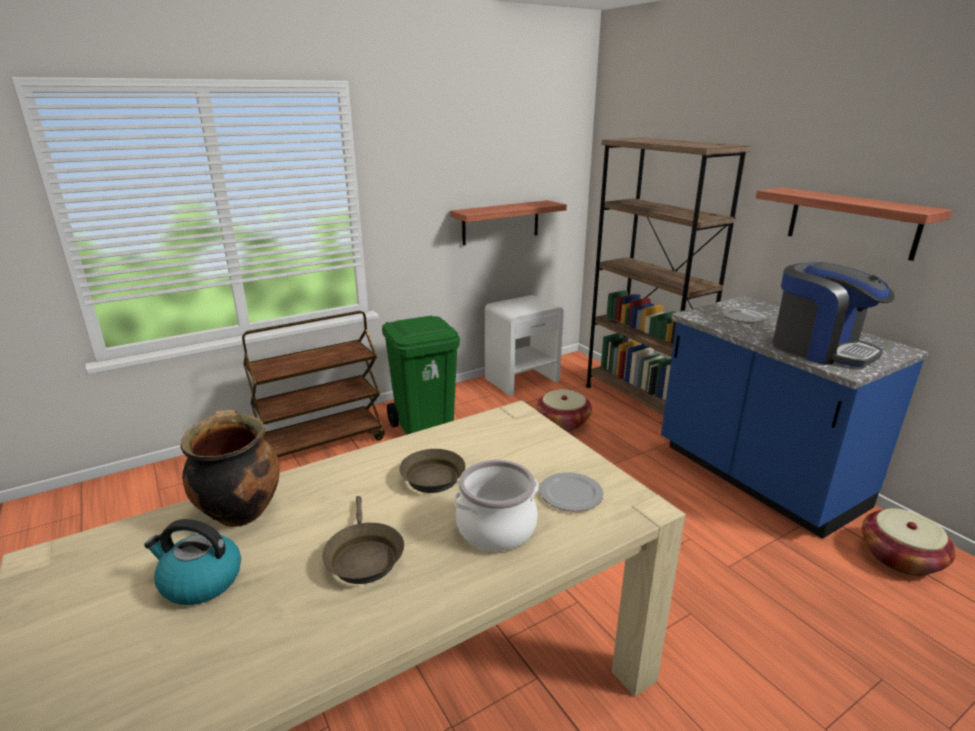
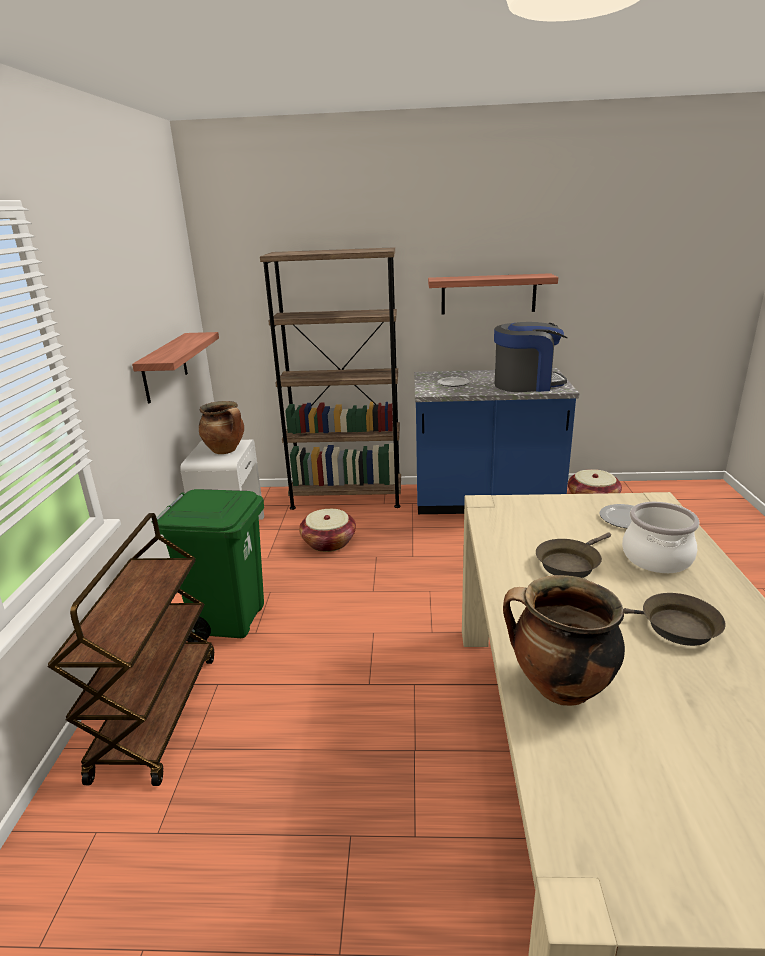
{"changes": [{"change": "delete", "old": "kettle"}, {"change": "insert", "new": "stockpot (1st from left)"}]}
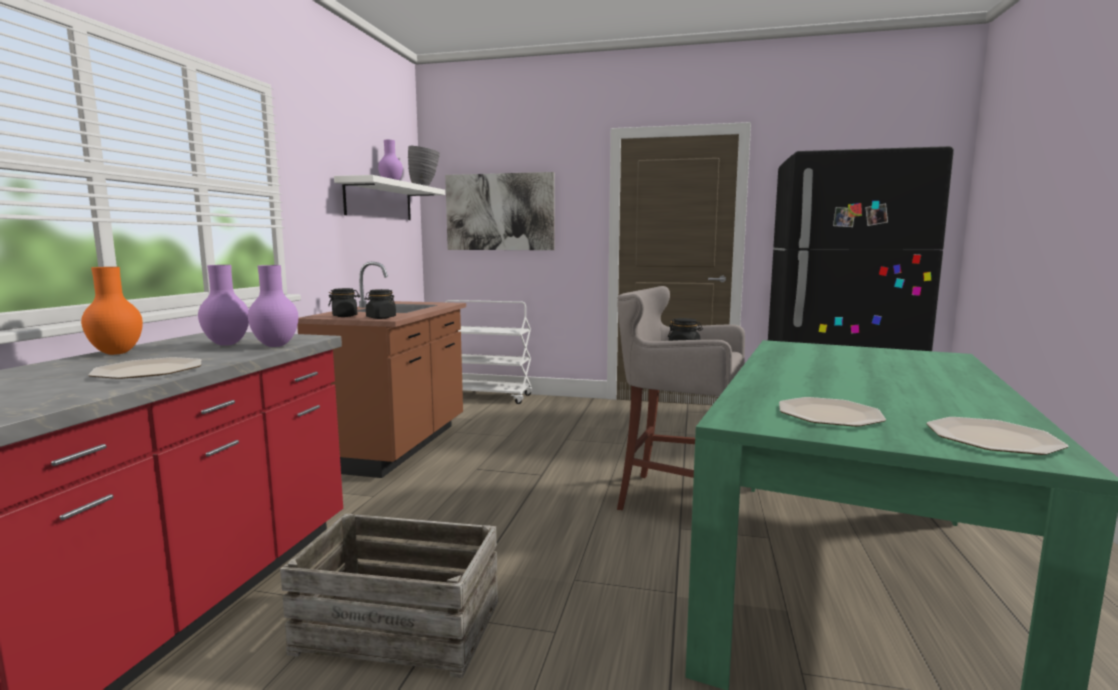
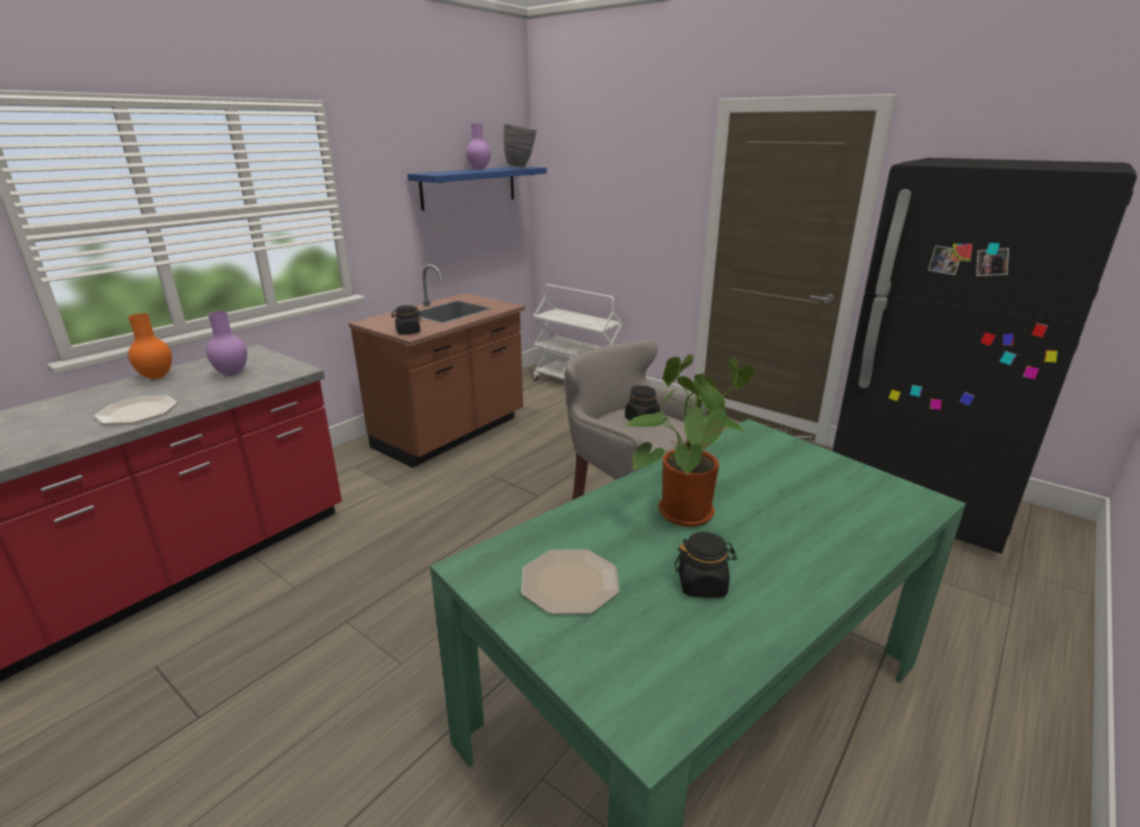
{"changes": [{"change": "delete", "old": "purple-coloured decorative vase (2nd from left)"}, {"change": "delete", "old": "shipping crate"}, {"change": "delete", "old": "picture"}, {"change": "delete", "old": "plate (3rd from left)"}, {"change": "insert", "new": "plant in a pot"}, {"change": "move", "old": "black preserve jar (1st from left in the first image)", "new": "black preserve jar (3rd from left)"}, {"change": "recolor", "old": "white bracket shelf", "new": "blue-coloured bracket shelf"}]}
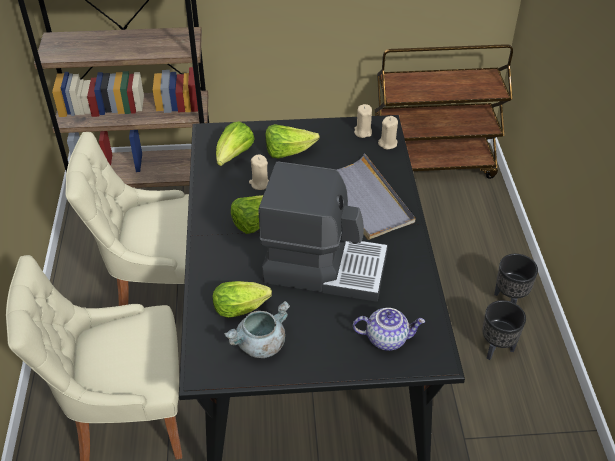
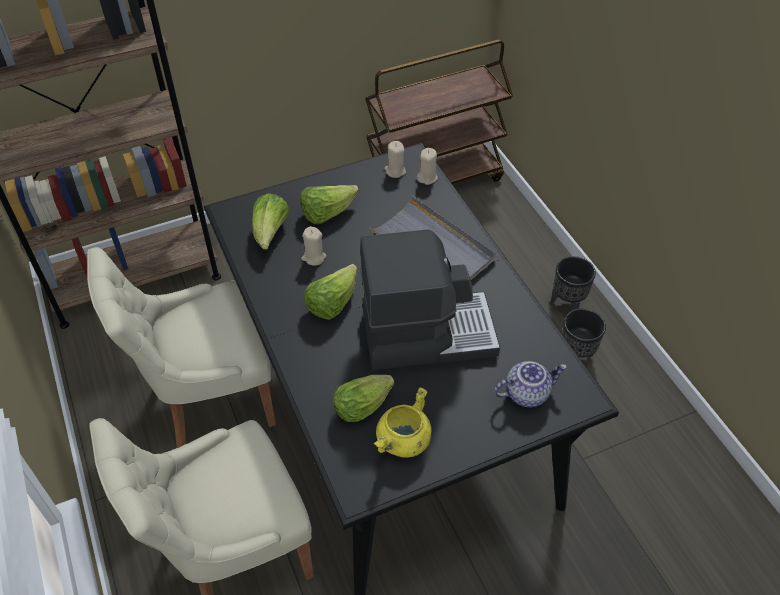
{"changes": [{"change": "recolor", "old": "grey stockpot", "new": "yellow stockpot"}]}
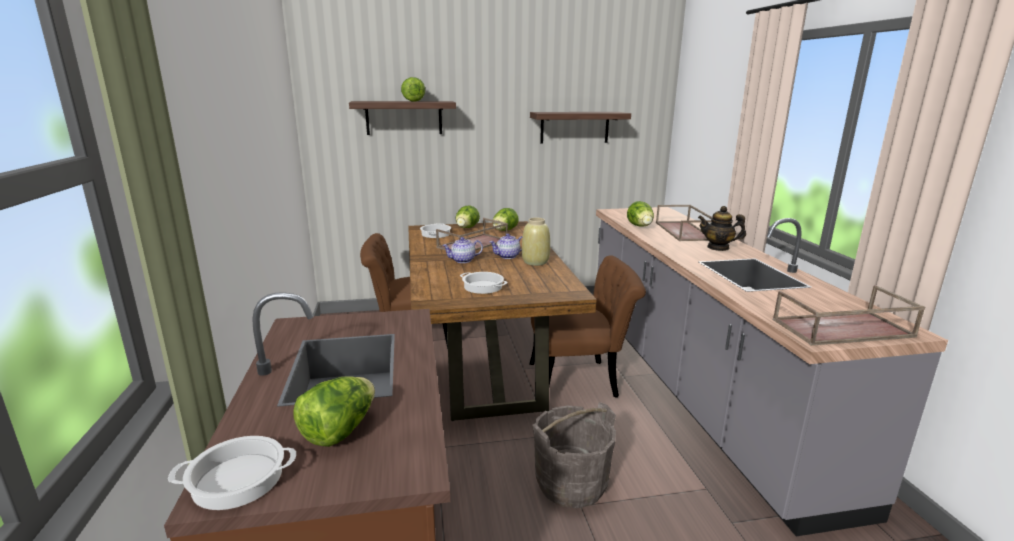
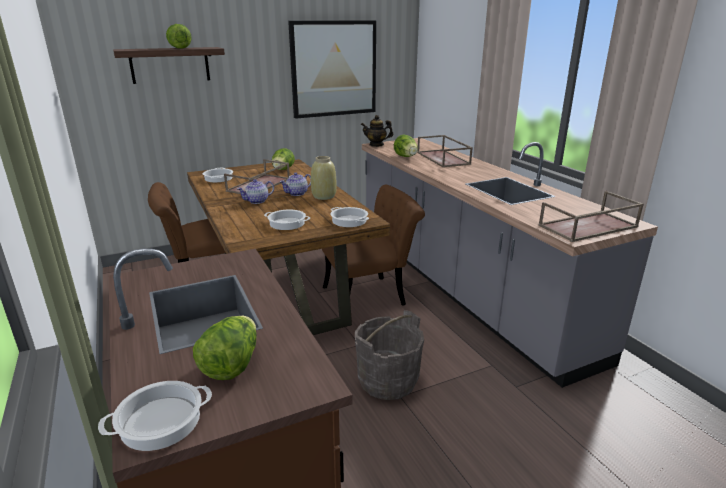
{"changes": [{"change": "delete", "old": "lettuce (3rd from left)"}, {"change": "insert", "new": "stockpot (4th from left)"}, {"change": "move", "old": "pot for tea (3rd from left)"}, {"change": "replace", "old": "bracket shelf (2nd from left)", "new": "picture"}]}
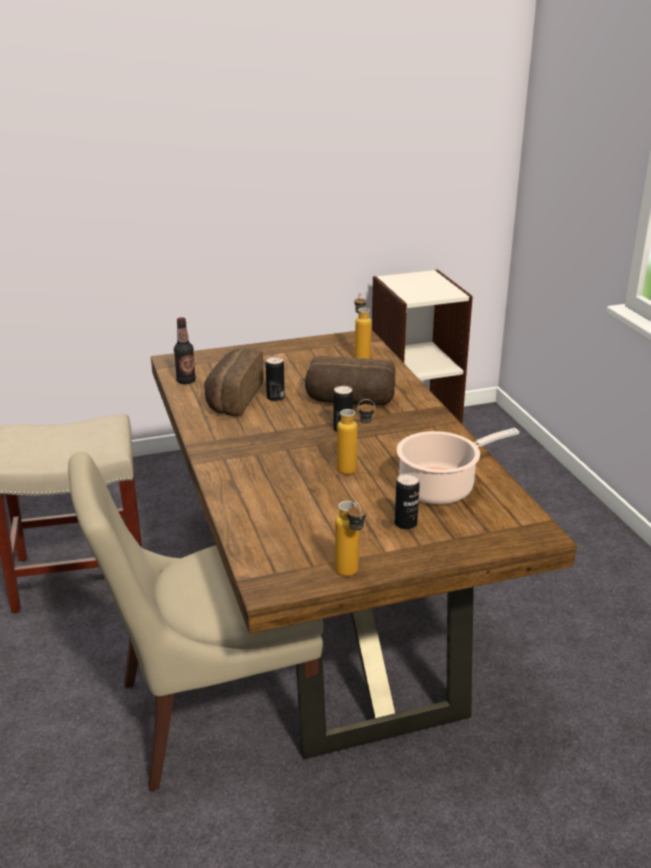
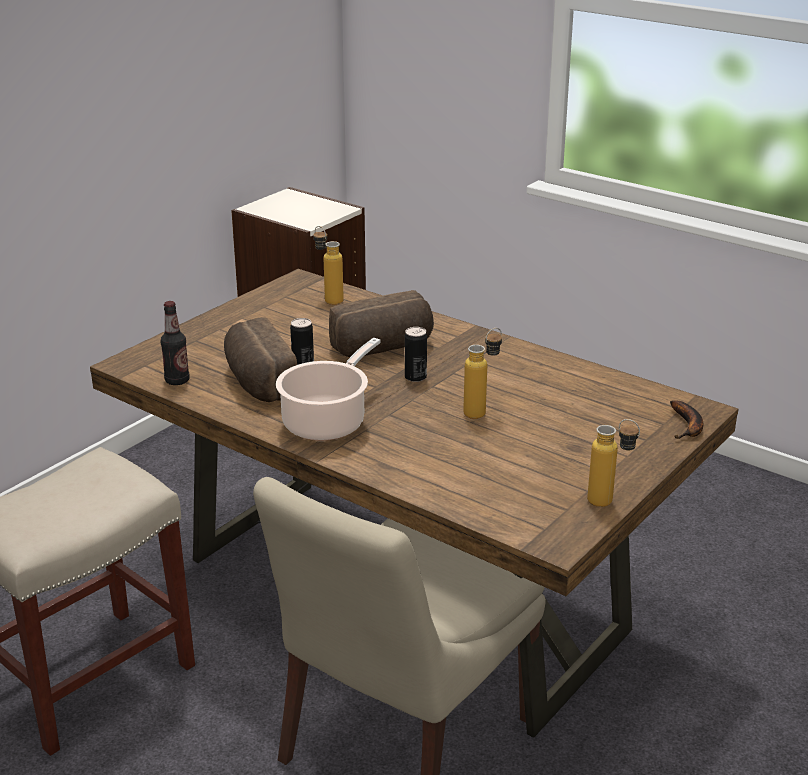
{"changes": [{"change": "delete", "old": "can (3rd from left)"}, {"change": "insert", "new": "whole banana"}, {"change": "move", "old": "stockpot"}]}
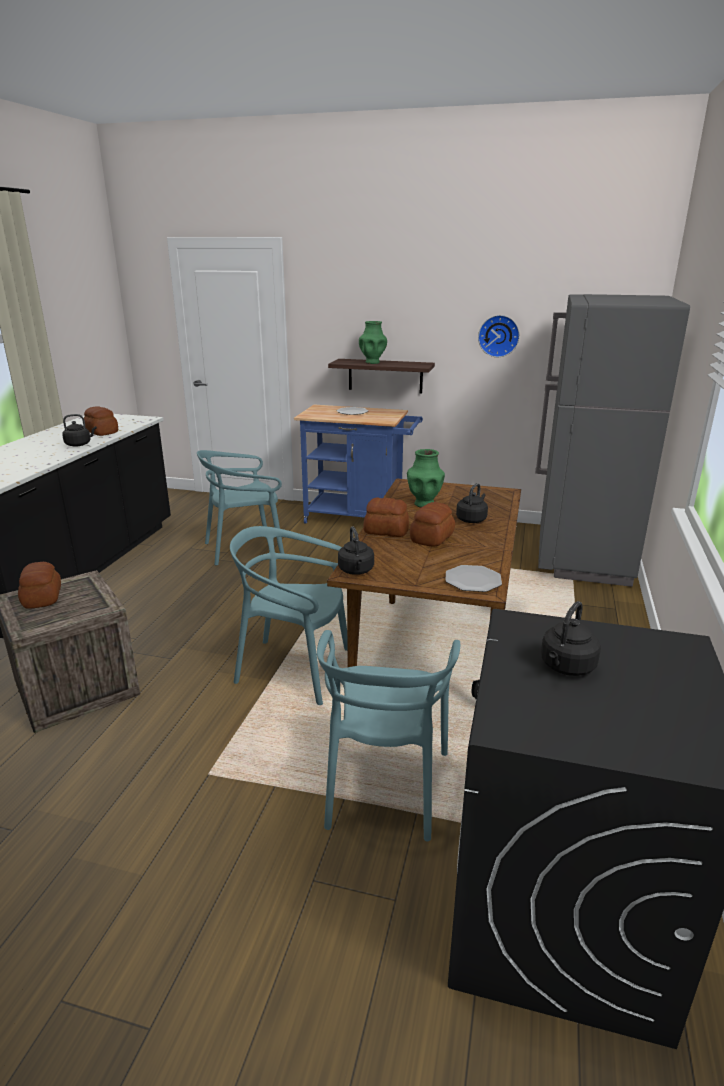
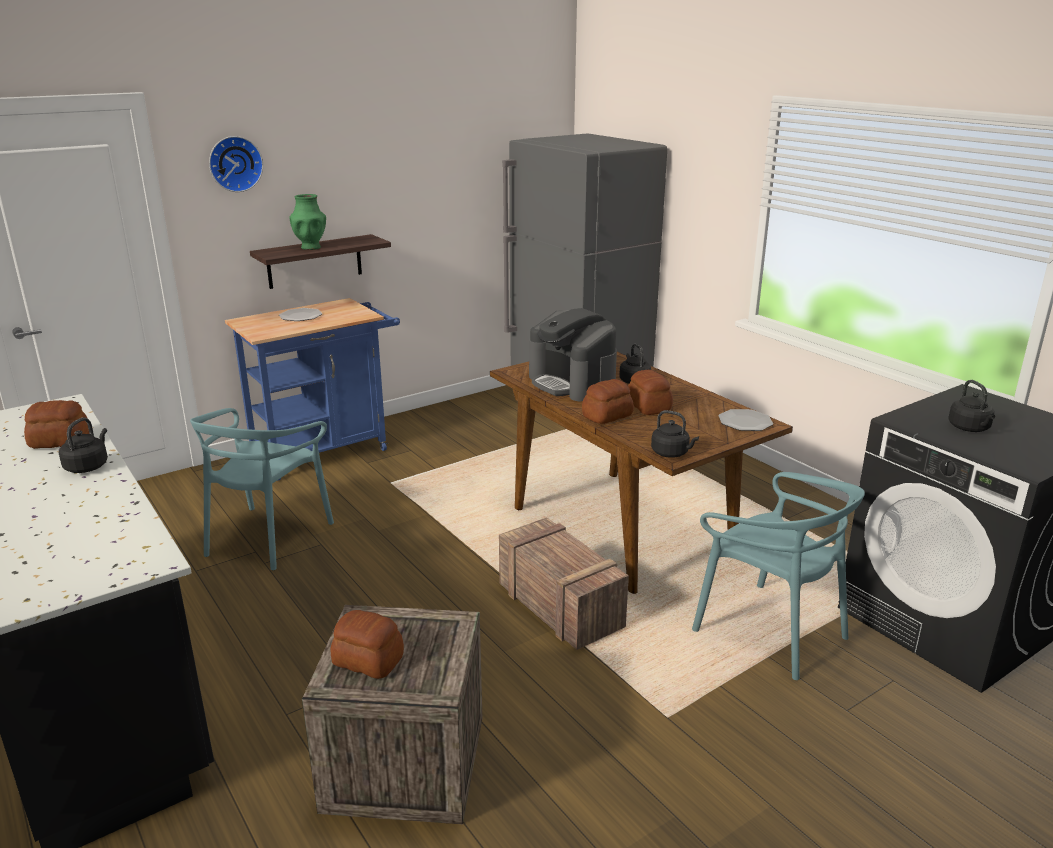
{"changes": [{"change": "move", "old": "hanging clock"}, {"change": "replace", "old": "blue-green plain chair (2nd from left)", "new": "shipping crate (2nd from left)"}, {"change": "replace", "old": "green-coloured decorative vase (2nd from left)", "new": "coffee maker"}]}
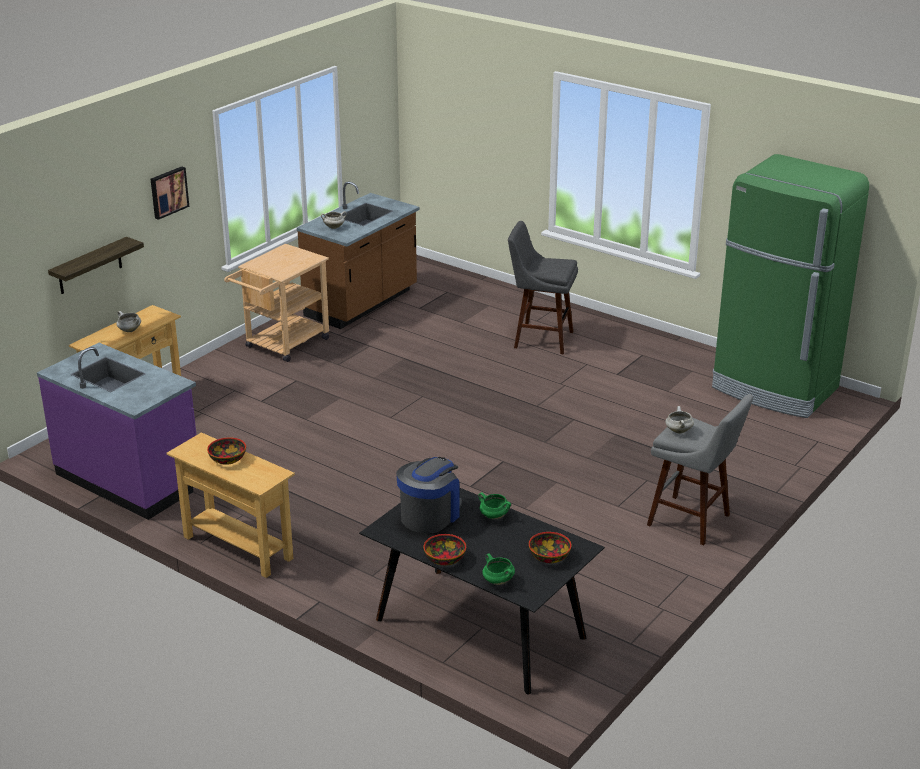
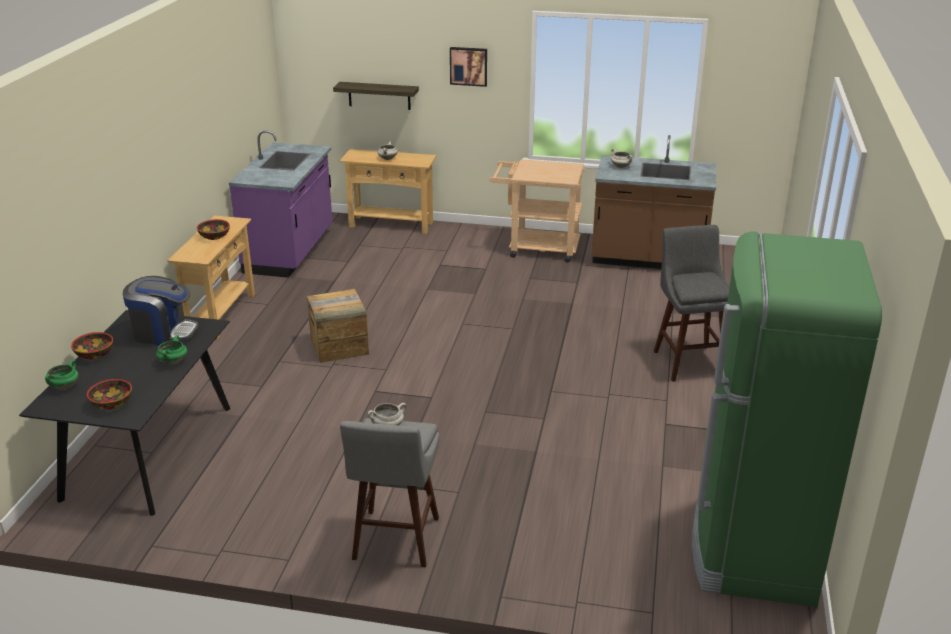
{"changes": [{"change": "insert", "new": "shipping crate"}]}
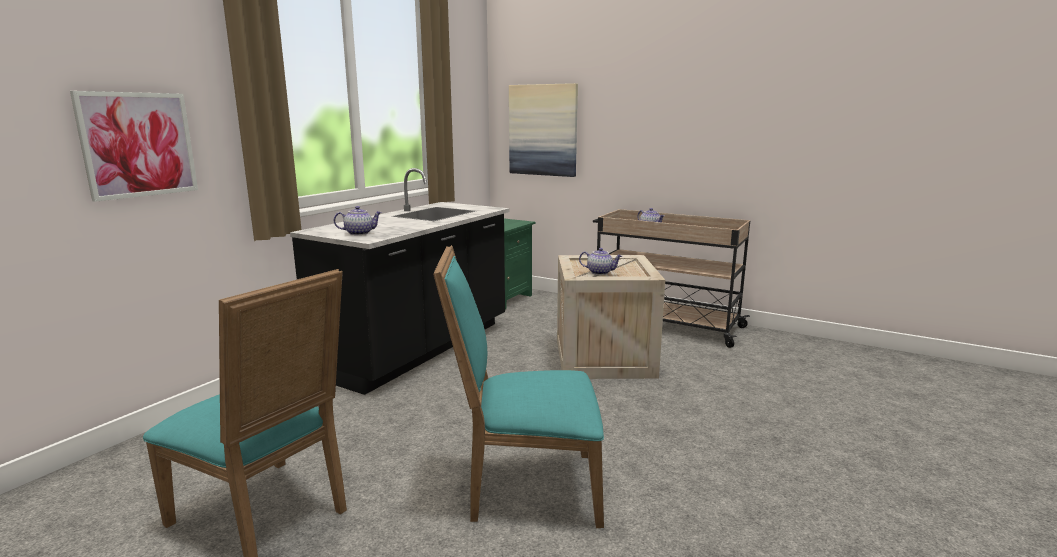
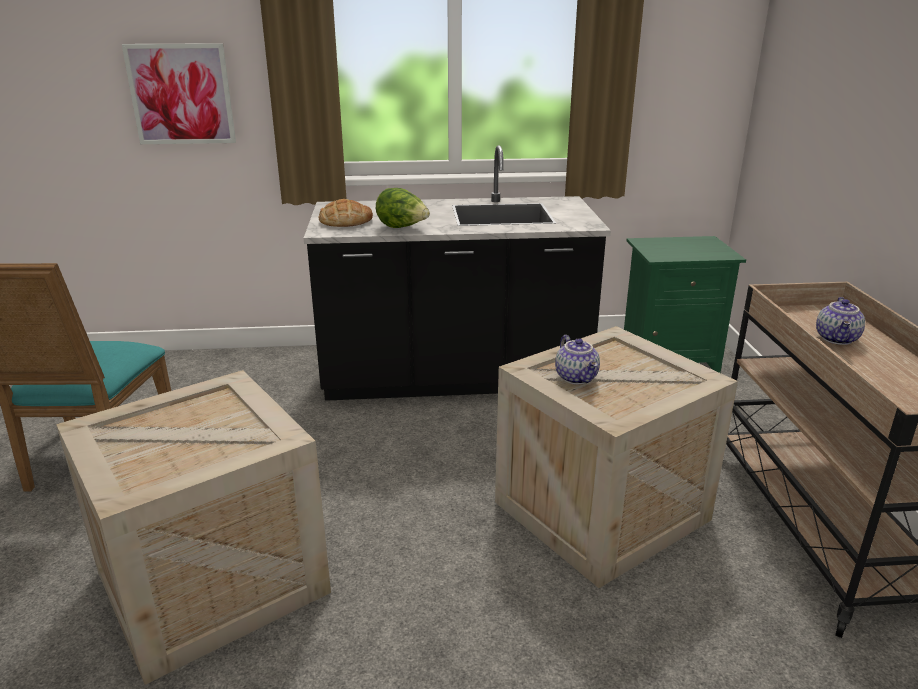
{"changes": [{"change": "delete", "old": "picture (2nd from left)"}, {"change": "insert", "new": "lettuce"}, {"change": "replace", "old": "pot for tea (1st from left)", "new": "baked bread"}, {"change": "replace", "old": "blue-green plain chair (2nd from left)", "new": "shipping crate (1st from left)"}]}
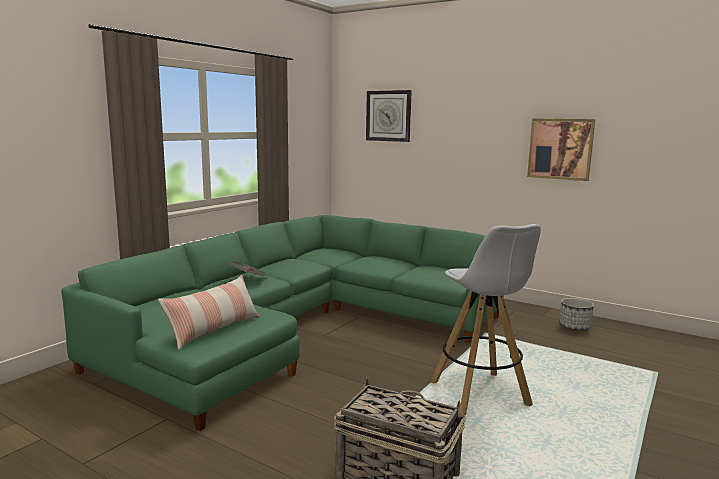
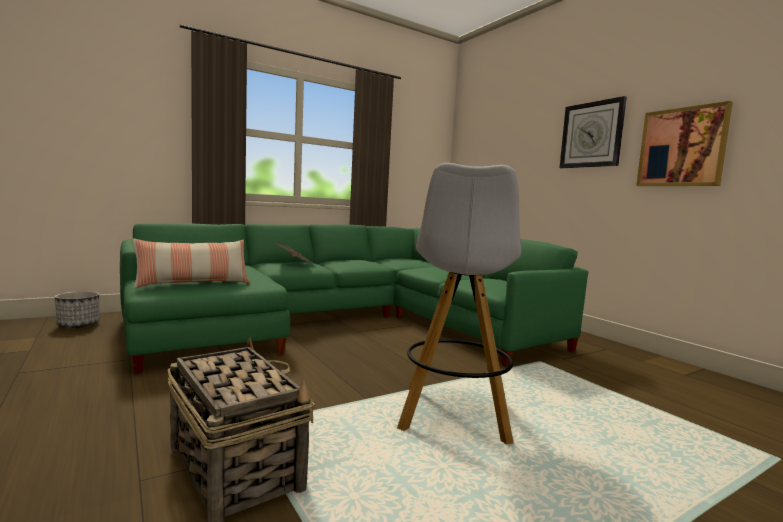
{"changes": [{"change": "move", "old": "hanging clock"}, {"change": "move", "old": "plant pot"}]}
